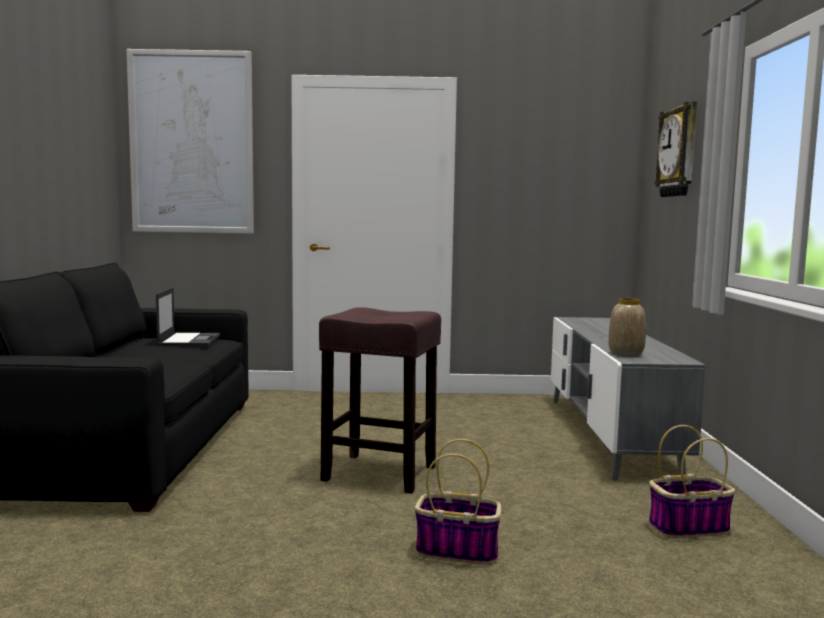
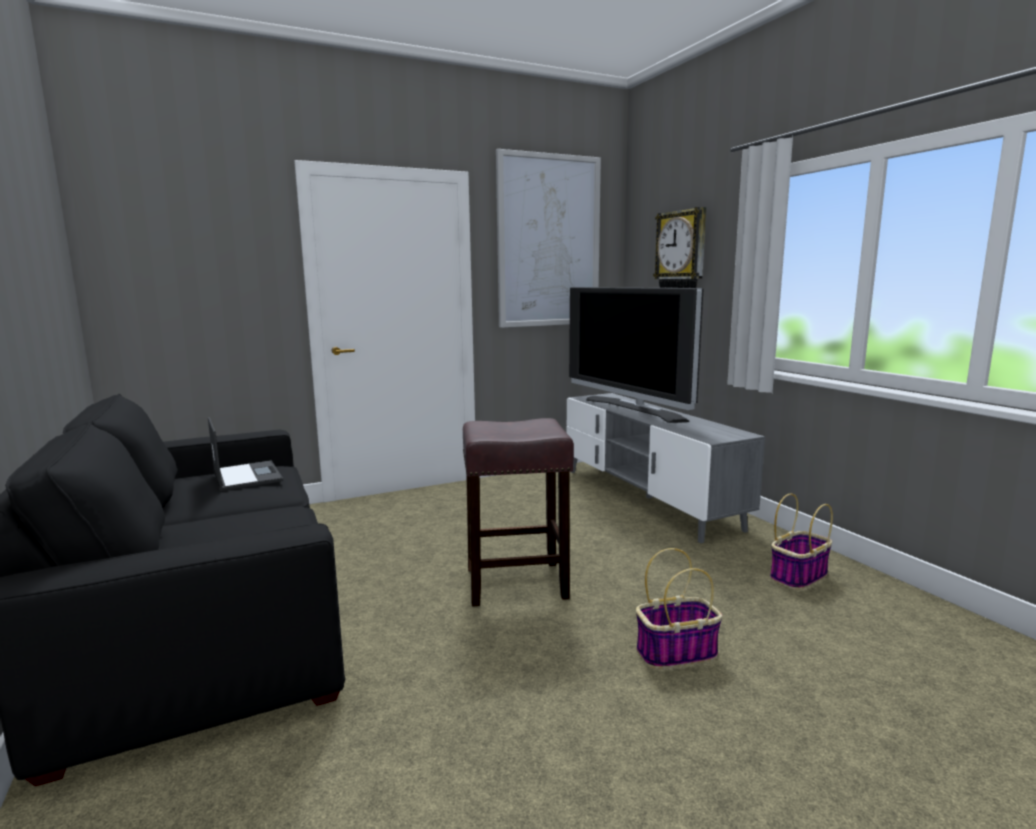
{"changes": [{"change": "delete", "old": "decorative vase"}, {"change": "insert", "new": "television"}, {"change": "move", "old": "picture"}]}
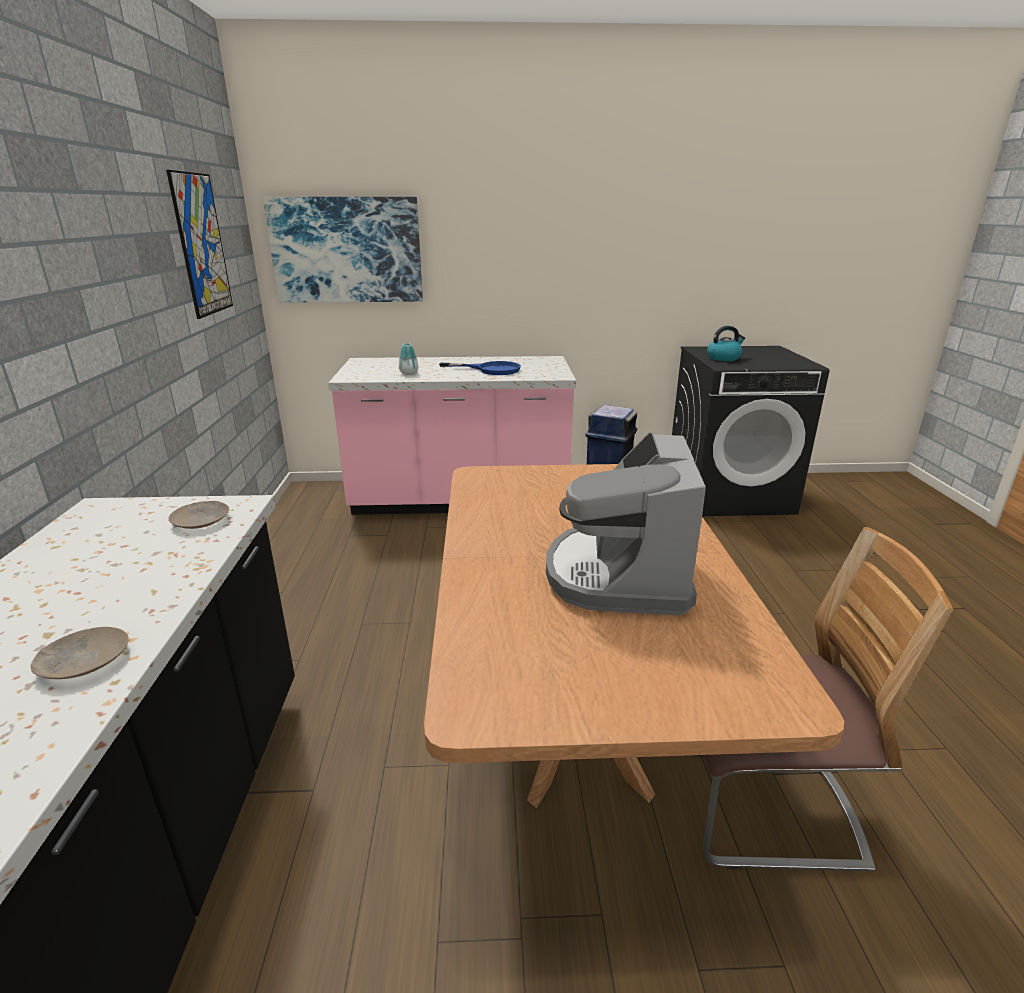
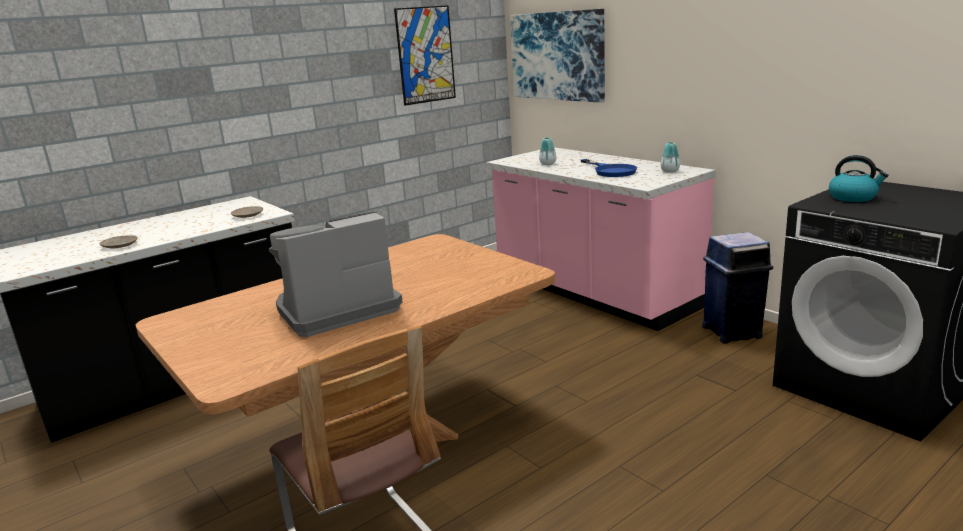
{"changes": [{"change": "insert", "new": "decorative vase (2nd from left)"}]}
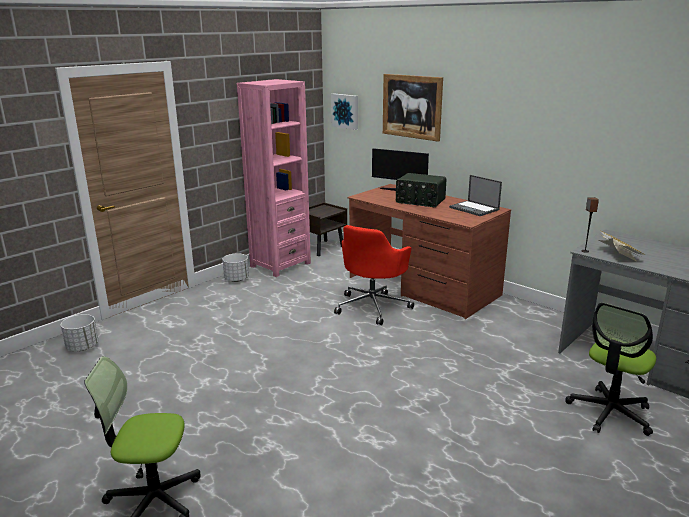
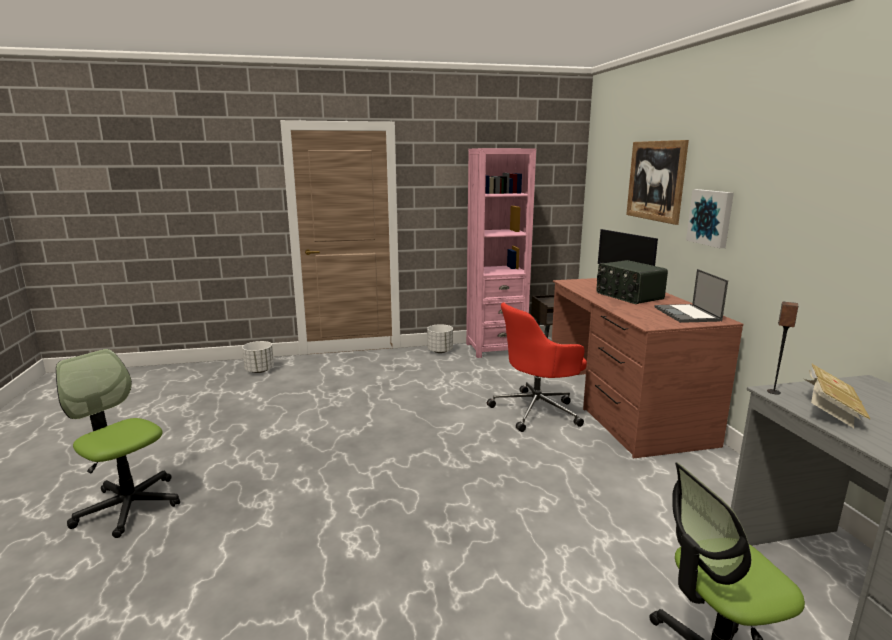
{"changes": [{"change": "move", "old": "picture (1st from left in the first image)", "new": "picture (2nd from left)"}]}
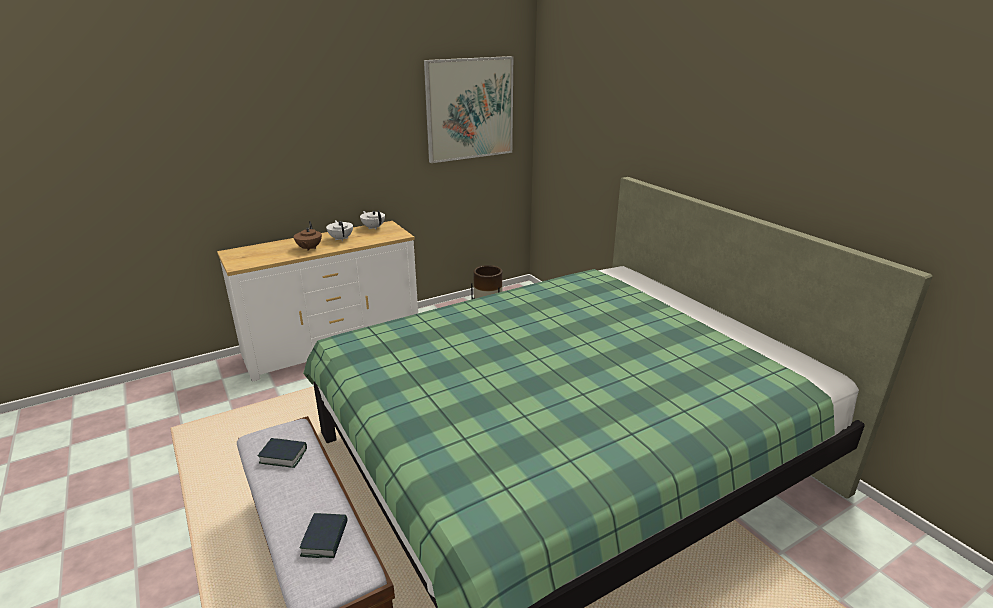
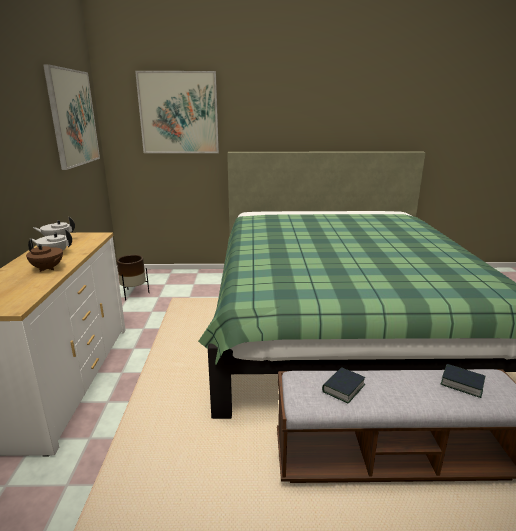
{"changes": [{"change": "insert", "new": "picture (2nd from left)"}]}
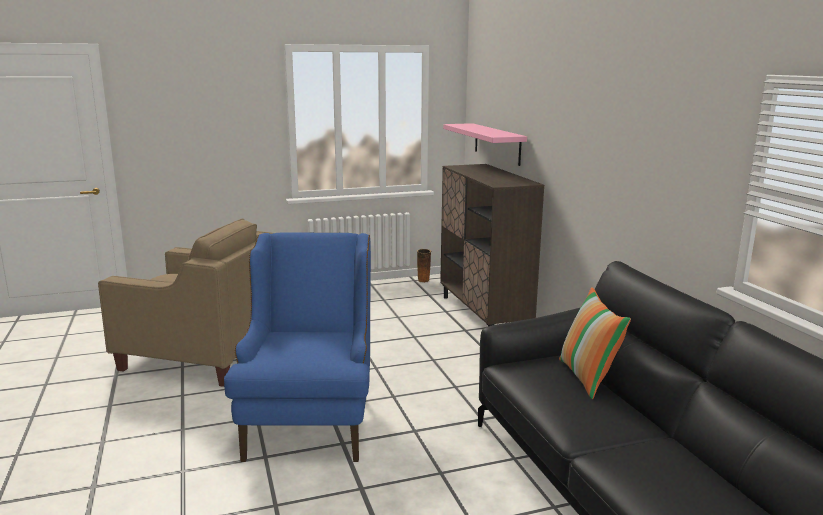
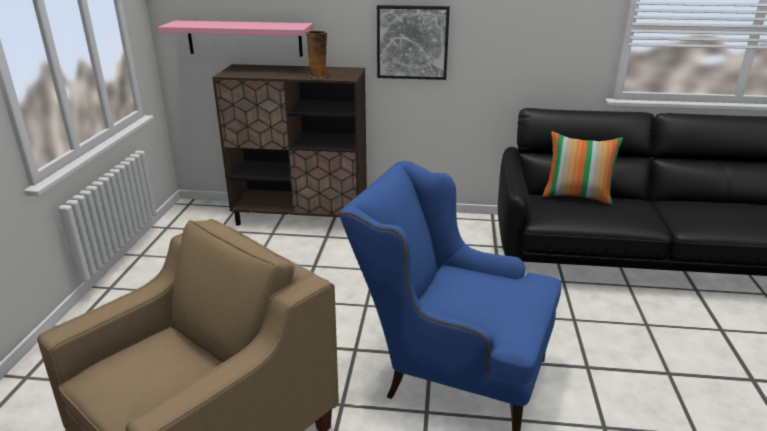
{"changes": [{"change": "insert", "new": "picture"}, {"change": "move", "old": "decorative vase"}]}
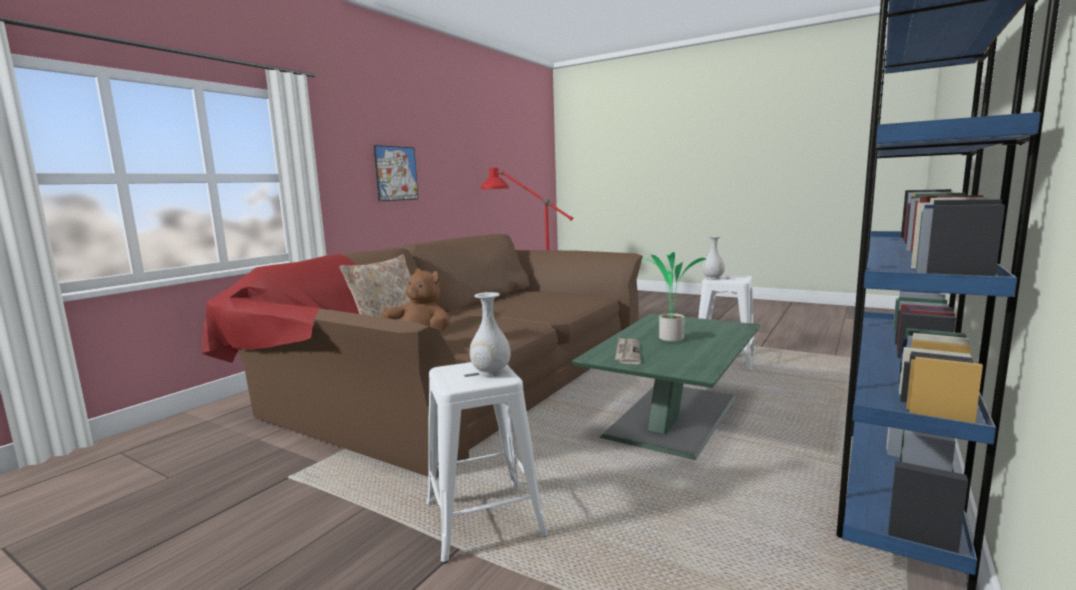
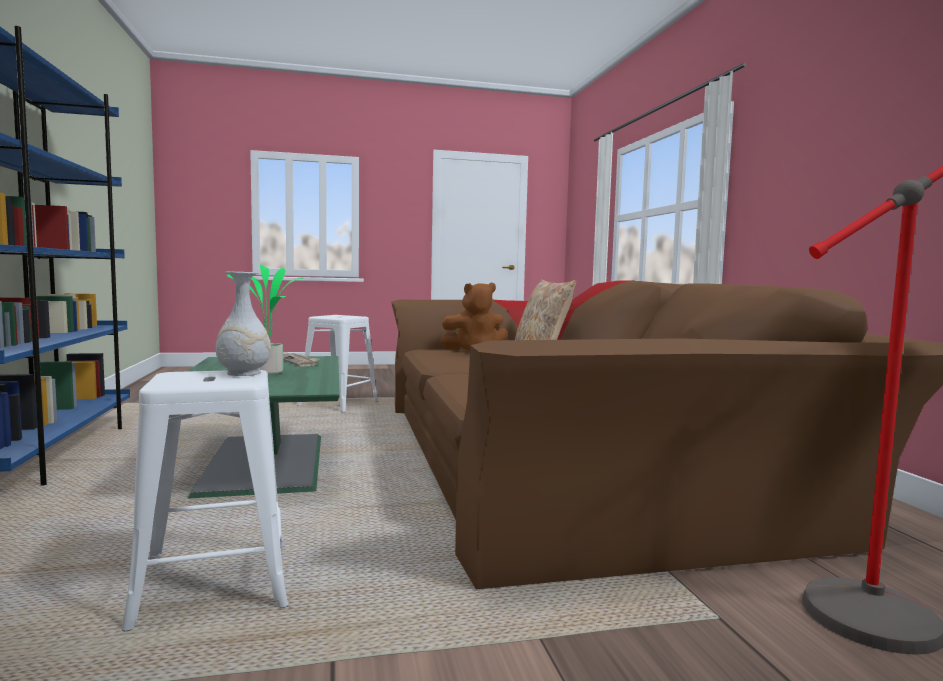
{"changes": [{"change": "delete", "old": "picture"}, {"change": "delete", "old": "white decorative vase (1st from left)"}]}
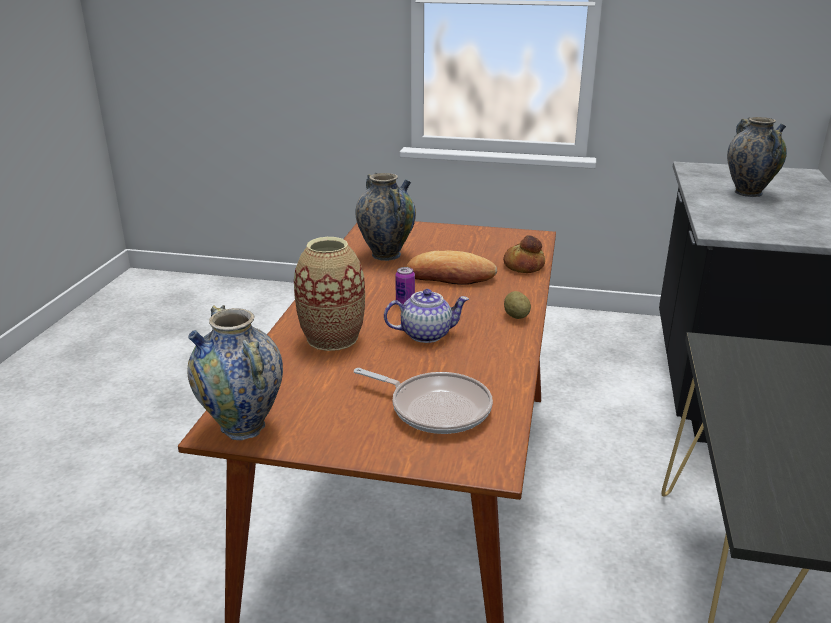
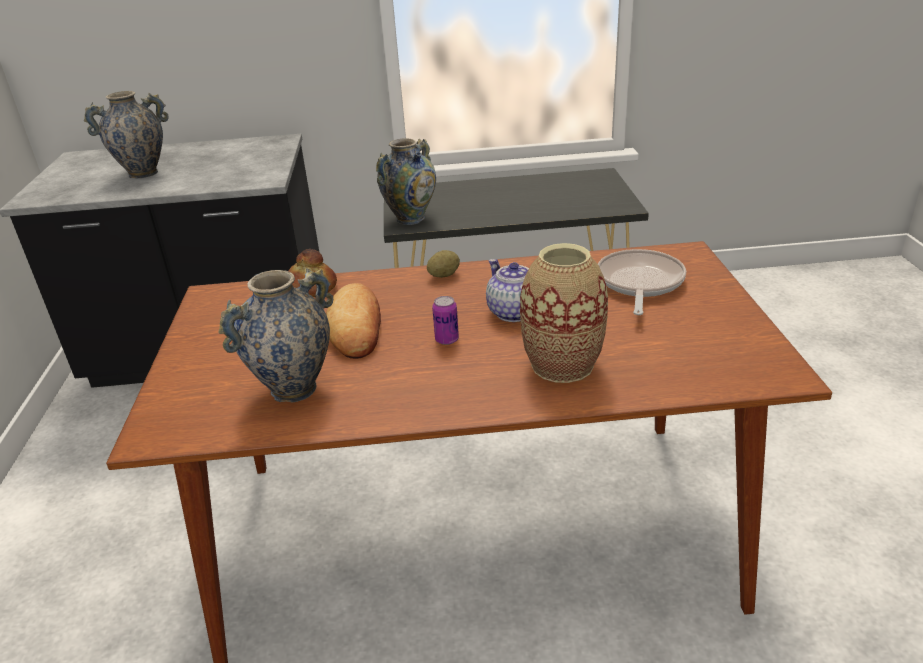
{"changes": [{"change": "move", "old": "decorative vase (1st from left in the first image)", "new": "decorative vase (3rd from left)"}]}
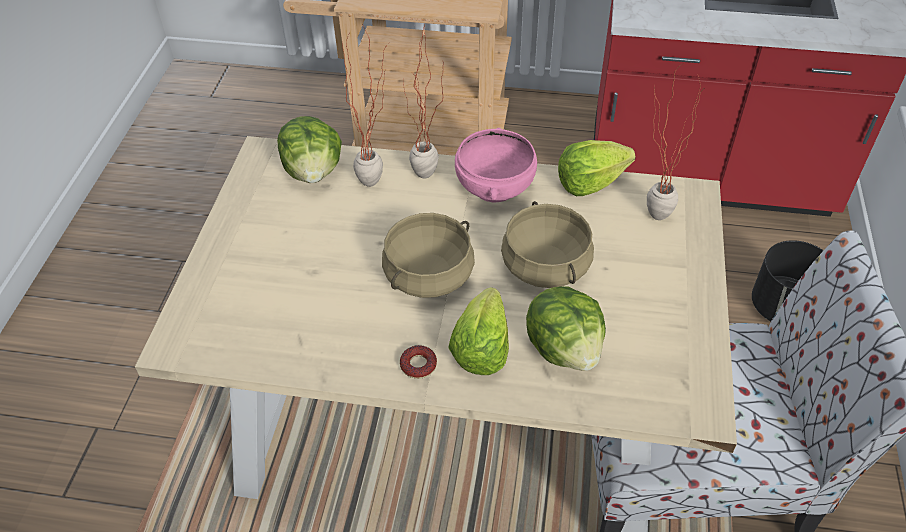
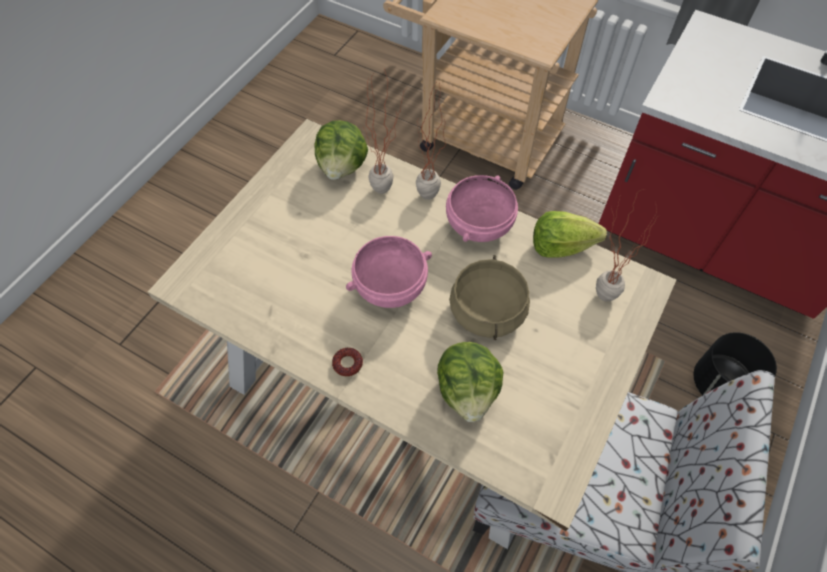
{"changes": [{"change": "delete", "old": "lettuce (2nd from left)"}, {"change": "replace", "old": "sand-coloured stockpot (1st from left)", "new": "pink serving bowl (1st from left)"}]}
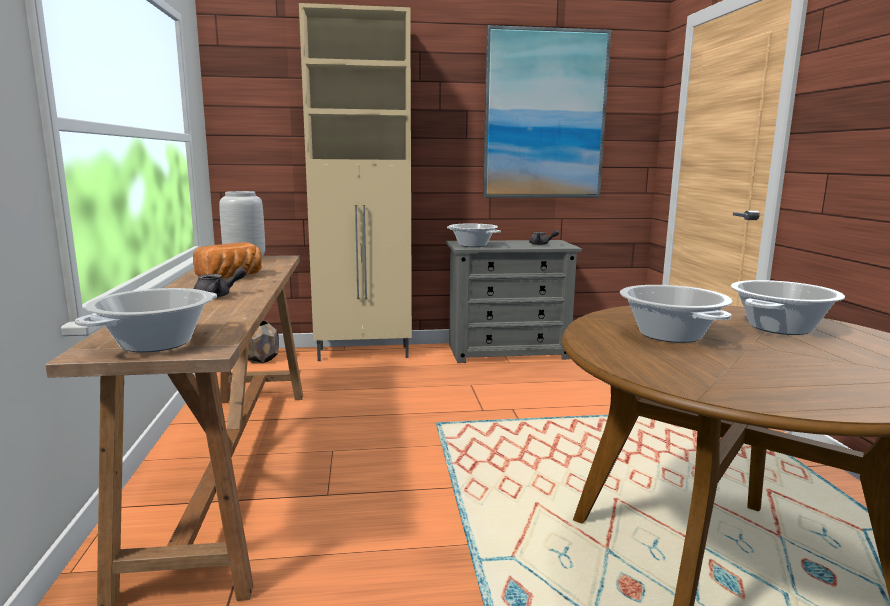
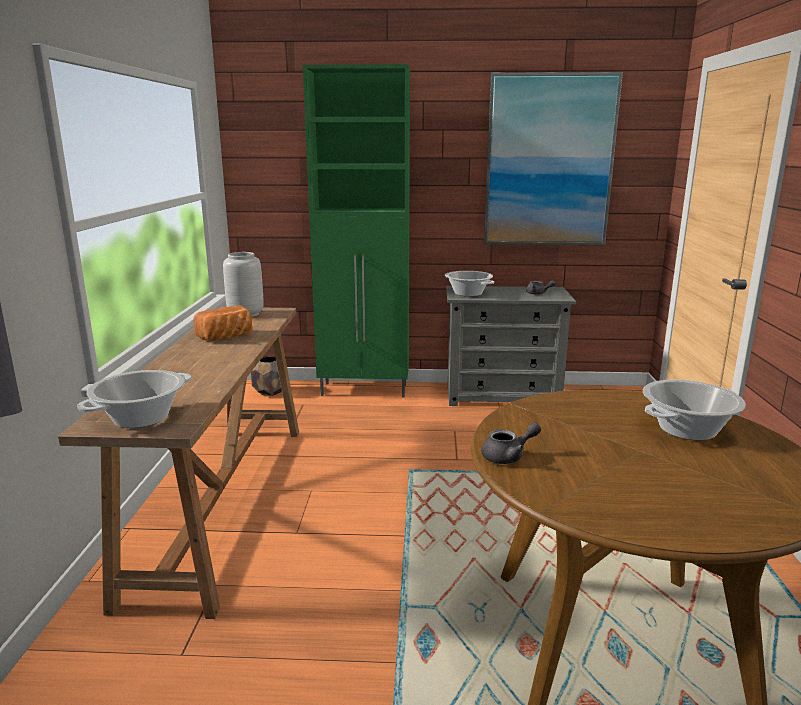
{"changes": [{"change": "delete", "old": "stockpot (3rd from left)"}, {"change": "move", "old": "grey pot for tea (1st from left)"}, {"change": "recolor", "old": "sand-coloured cupboard", "new": "green-coloured cupboard"}]}
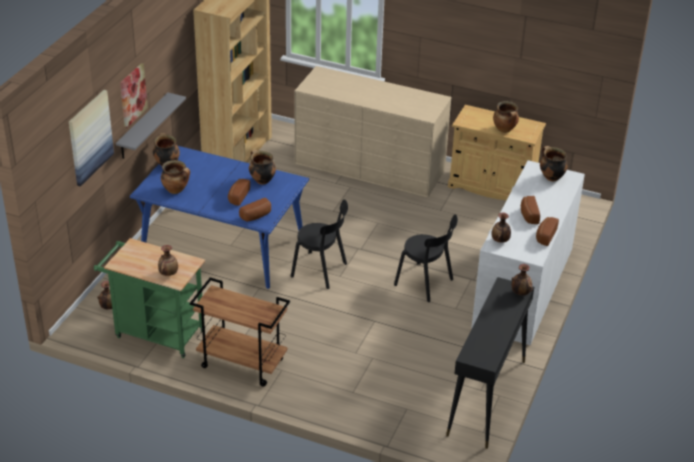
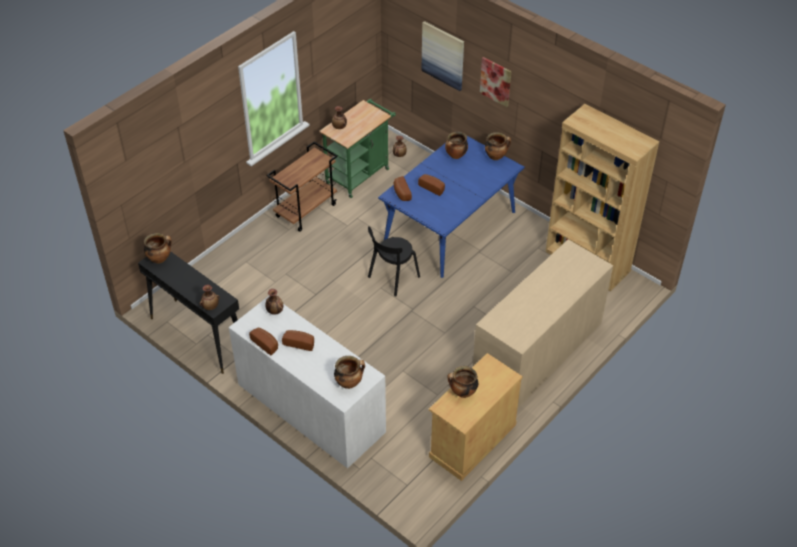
{"changes": [{"change": "delete", "old": "grey bracket shelf"}, {"change": "delete", "old": "black plain chair (2nd from left)"}, {"change": "move", "old": "stockpot (3rd from left in the first image)", "new": "stockpot (1st from left)"}]}
